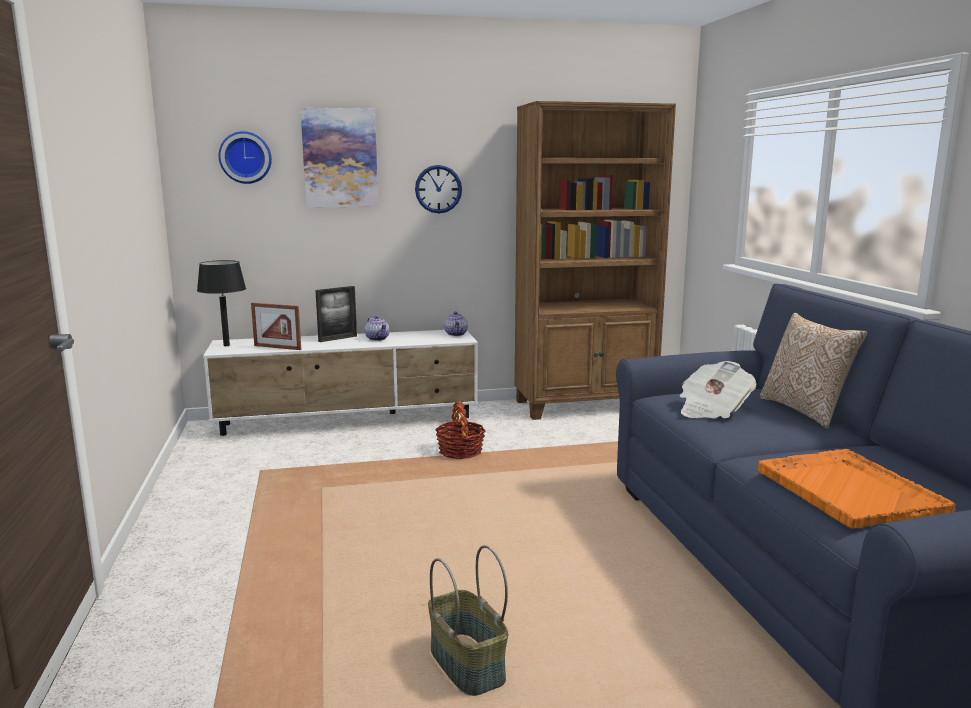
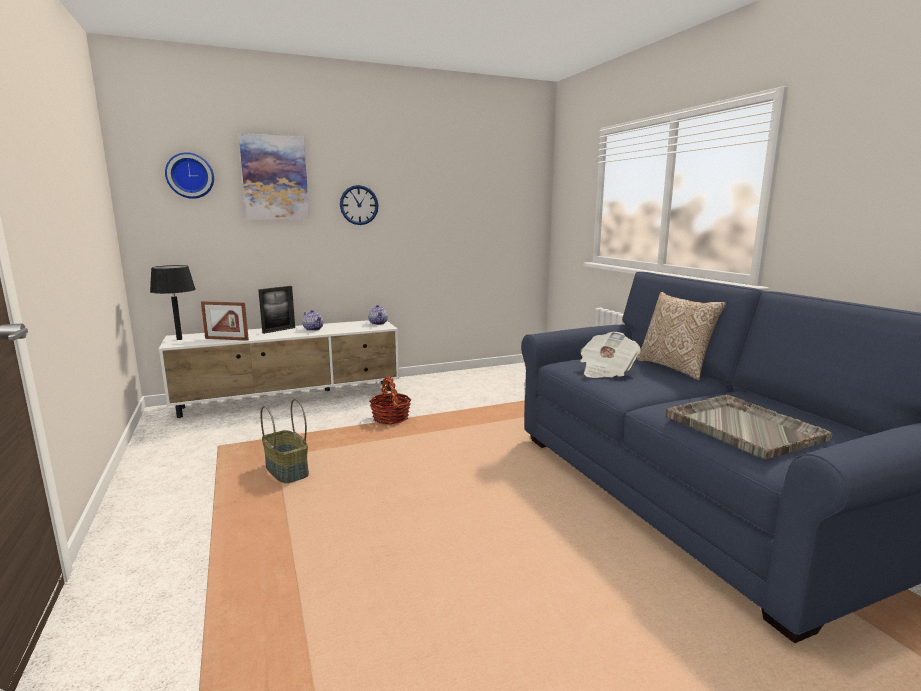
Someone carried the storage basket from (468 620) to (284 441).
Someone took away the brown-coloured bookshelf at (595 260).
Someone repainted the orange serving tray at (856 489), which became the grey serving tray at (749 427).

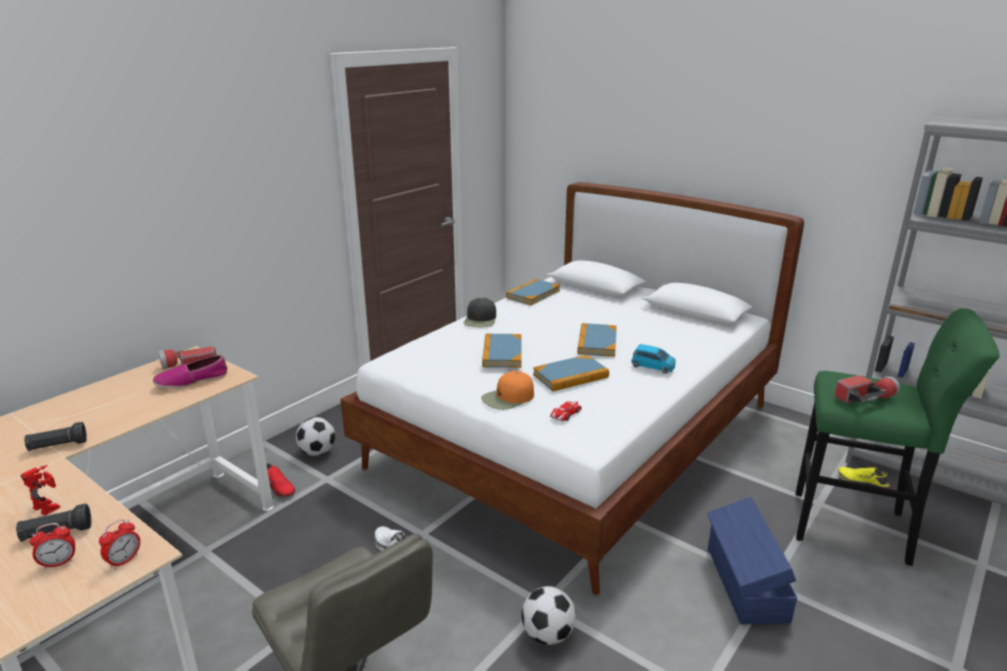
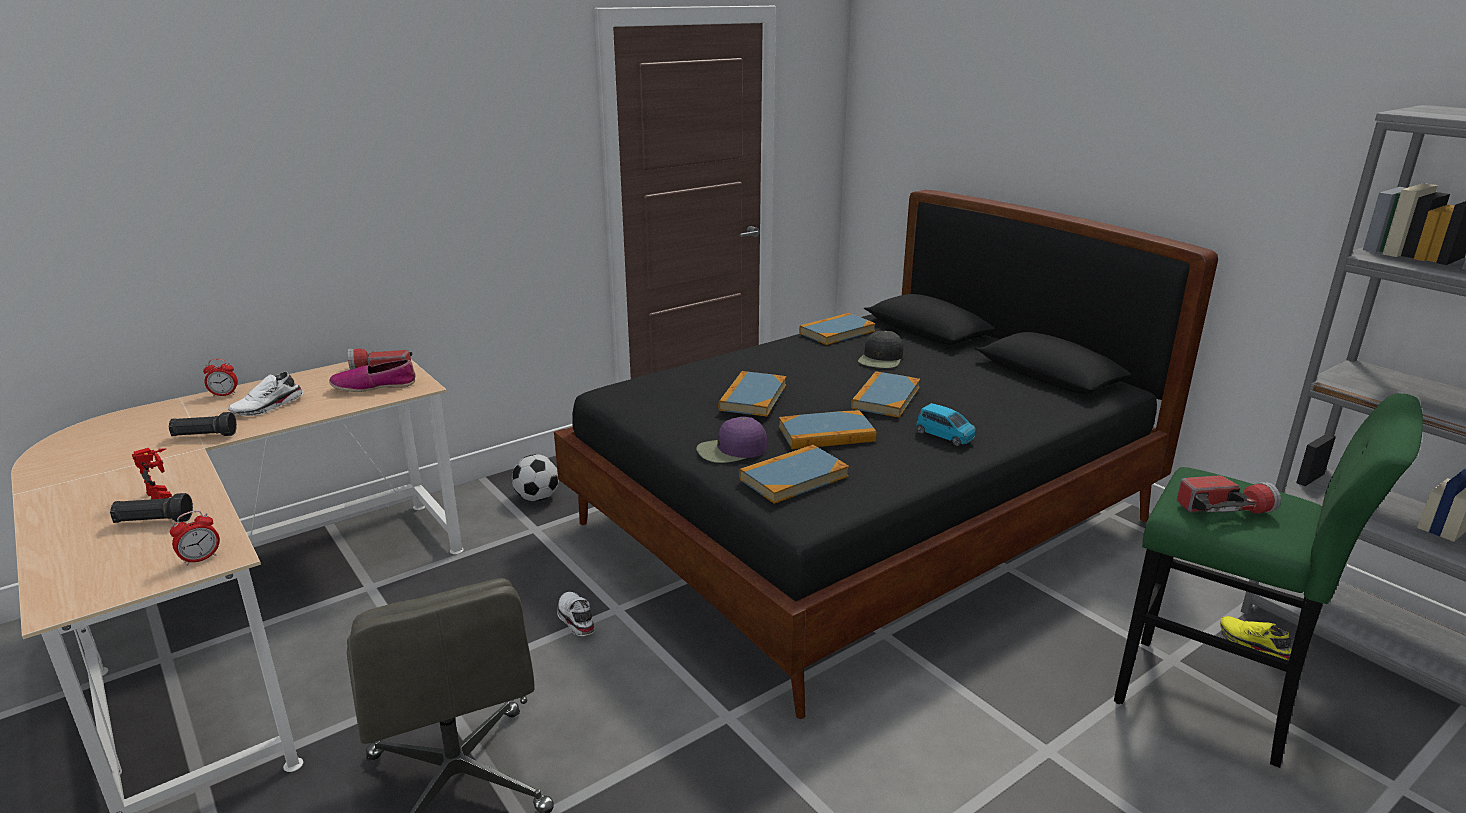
Someone carried the table clock from (52 546) to (220 378).
Someone took away the reddish shoe at (280 480).
Someone repainted the whitish bed at (572 388), which became the black-coloured bed at (886 454).
Someone carried the black-coloured peaked cap from (480 312) to (880 349).
Someone repainted the orange peaked cap at (507 390), which became the purple peaked cap at (731 440).
Someone took away the ball for football at (549 615).
Someone swapped the miniature car at (566 411) for the bound book at (794 474).
Someone took away the blue storage bin at (752 560).
Someone put down the whitish shoe at (266 393).

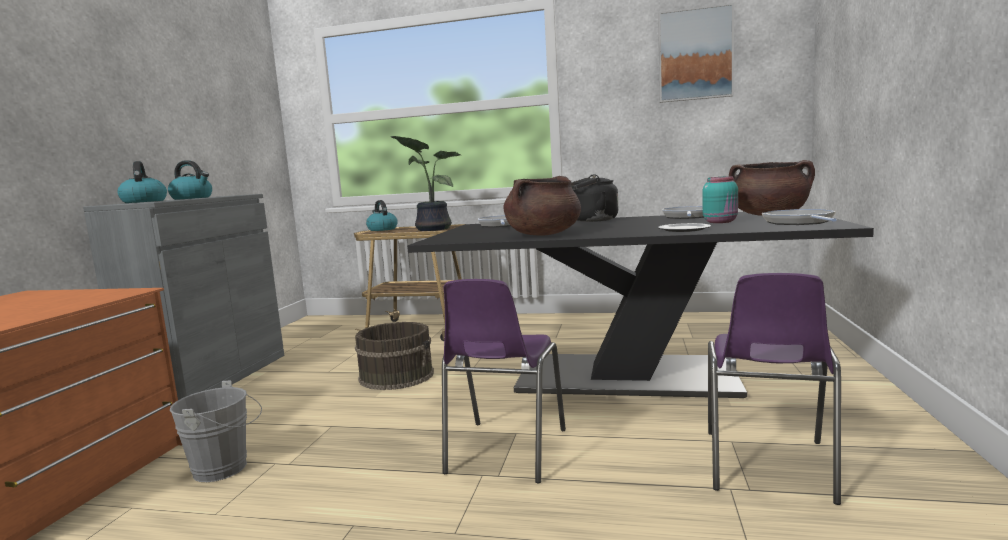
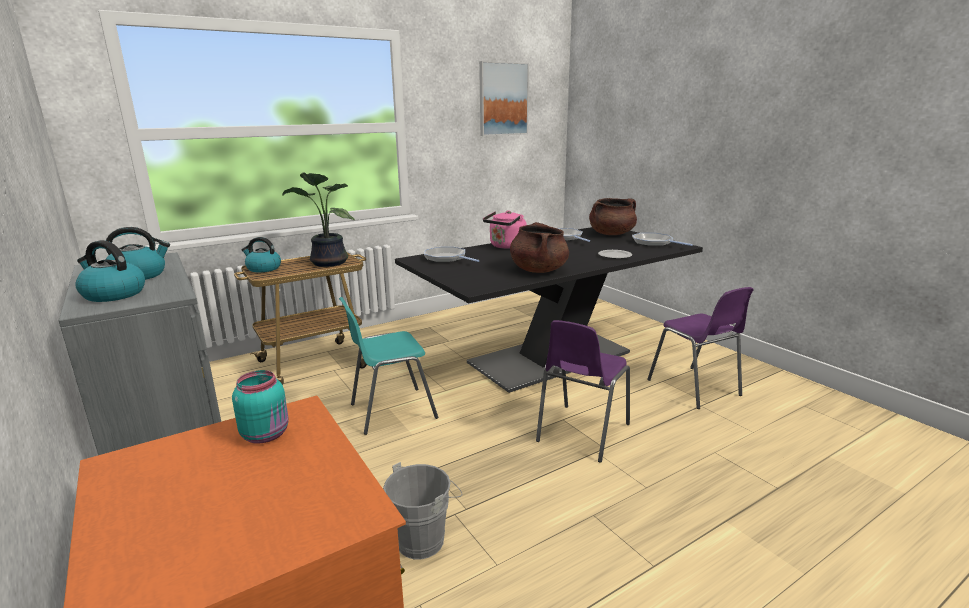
Someone swapped the brown-coloured bucket at (394 356) for the turquoise upright chair at (388 366).
Someone rotated the purple upright chair at (504 381) by 60 degrees clockwise.
Someone repainted the black-coloured kettle at (594 198), which became the pink kettle at (505 229).
Someone carried the turquoise storage jar from (720 199) to (260 406).

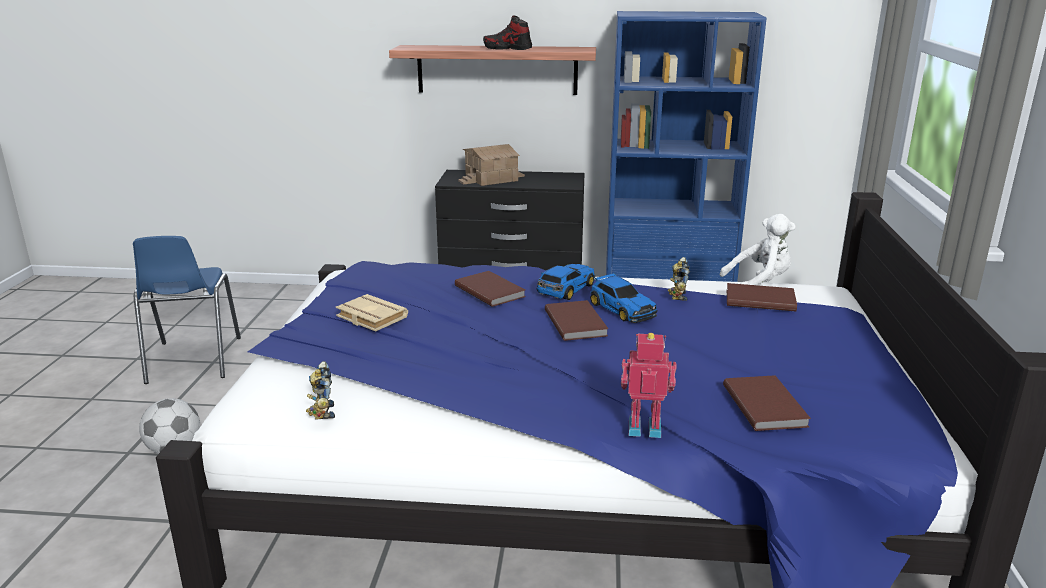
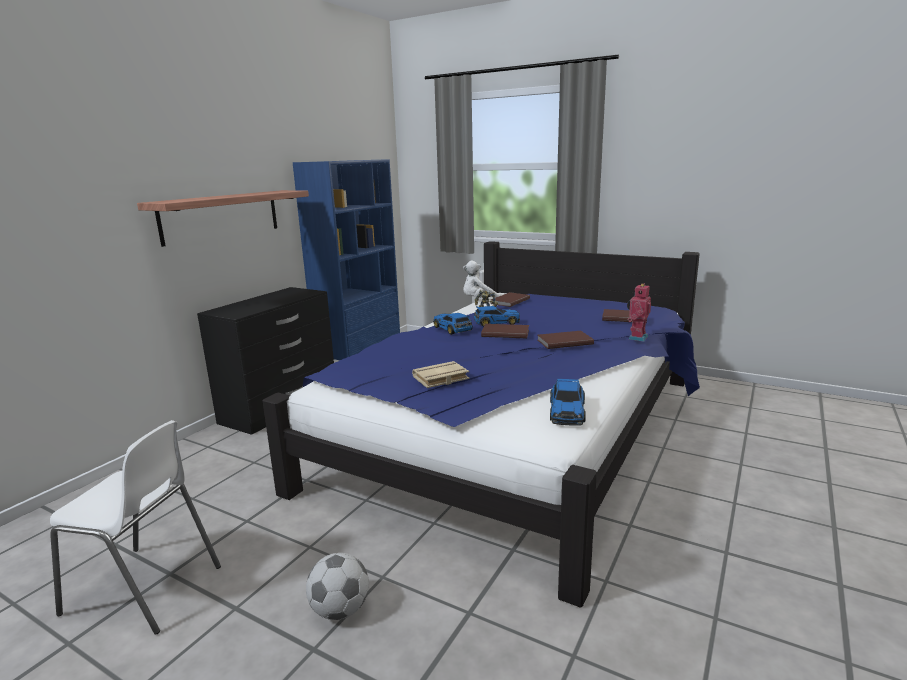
Someone repainted the blue upright chair at (187 310), which became the whitish upright chair at (135 527).
Someone swapped the robot figure at (320 390) for the miniature car at (568 402).
Someone carried the brown-coloured bound book from (490 289) to (566 340).
Someone took away the miniature house at (491 165).
Someone took away the shoe at (507 32).
Someone rotated the whitish plush toy at (758 249) by 120 degrees counterclockwise.

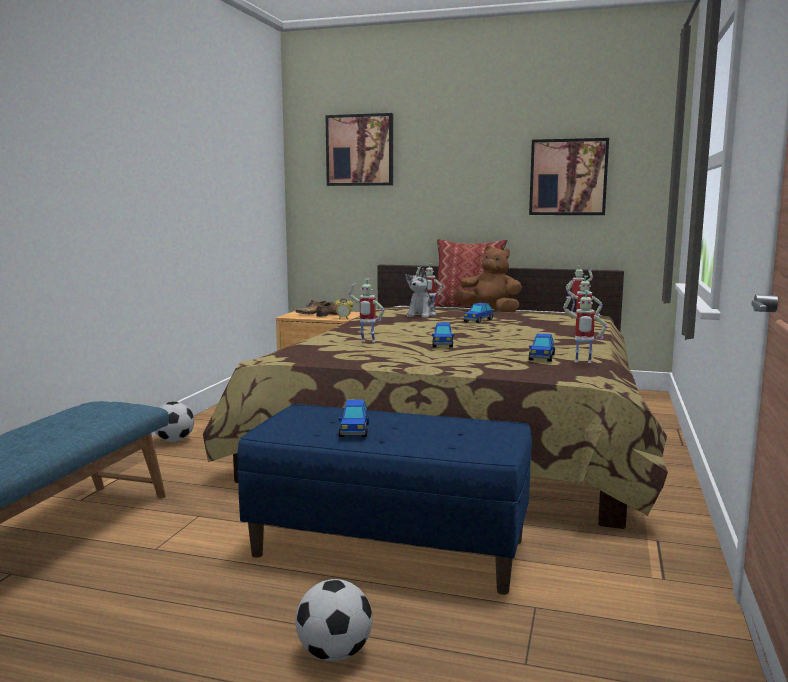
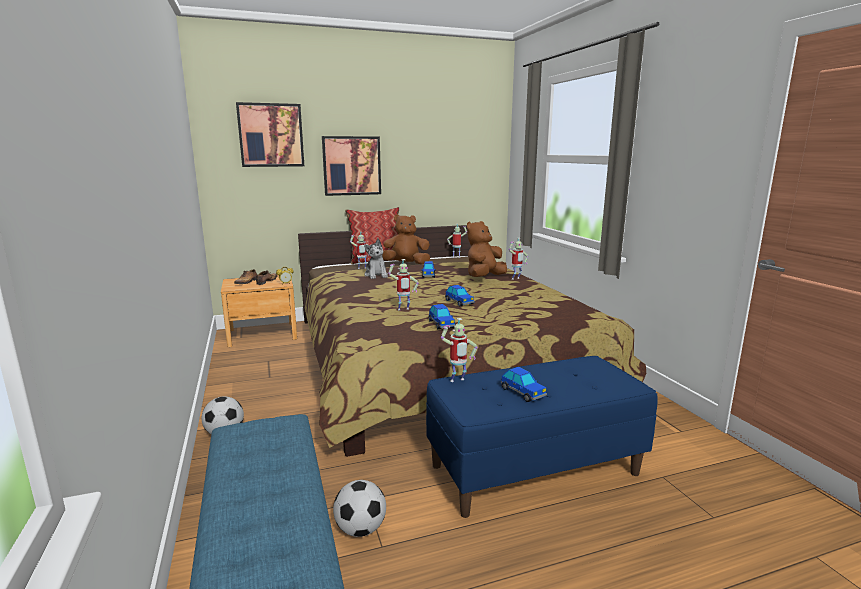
Someone carried the ball for football from (334 620) to (359 508).
Someone carried the wall art from (569 176) to (351 166).
Someone carried the miniature car from (542 347) to (441 316).
Someone carried the robot figure from (585 327) to (459 350).
Someone put down the brown-coloured plush toy at (487 249).

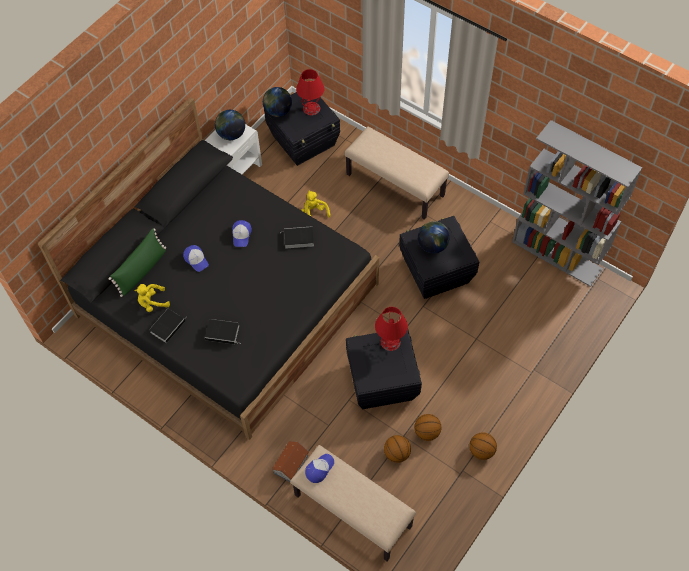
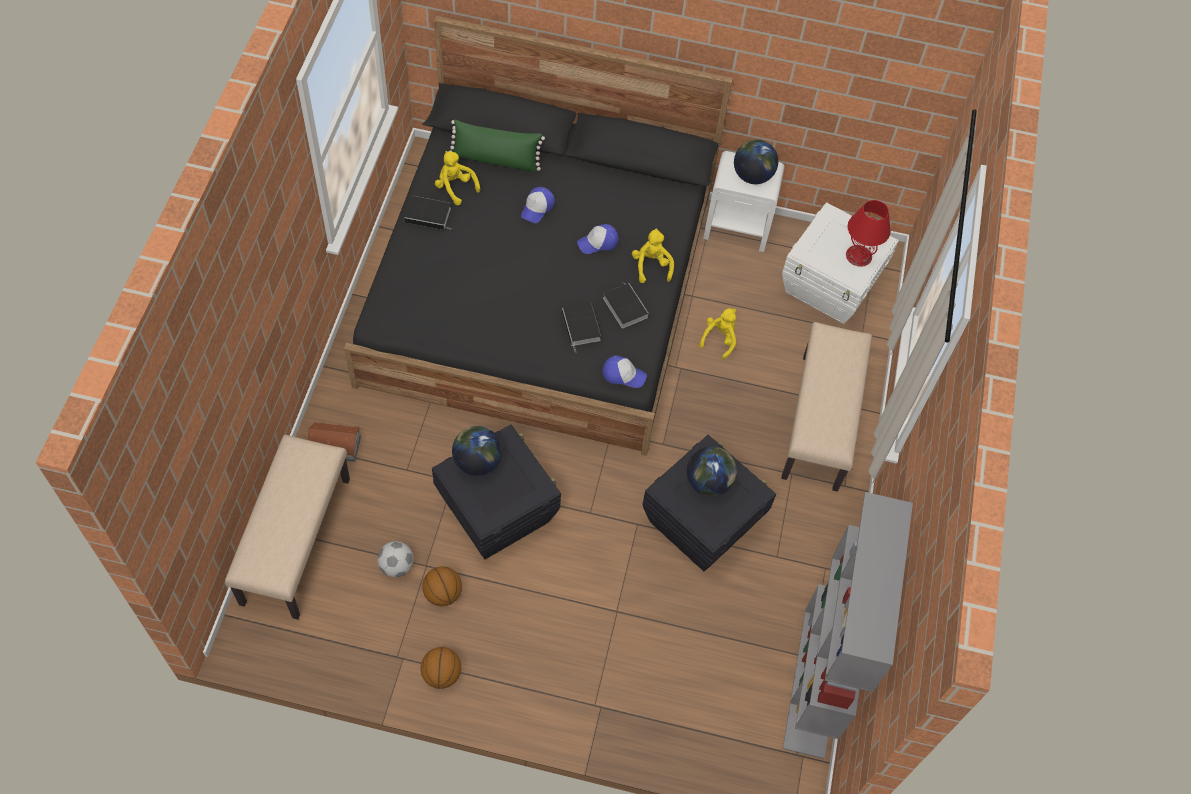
Someone carried the bound book from (222 331) to (581 327).
Someone carried the globe from (277 102) to (477 451).
Someone repainted the black-coloured storage bin at (302 129), which became the whitish storage bin at (840 263).
Someone carried the peaked cap from (319 468) to (624 372).
Someone took away the reddish lamp for a table at (391 329).
Someone swapped the basketball ball at (397 449) for the ball for football at (395 559).
Someone put down the yellow-coloured plush toy at (653 255).

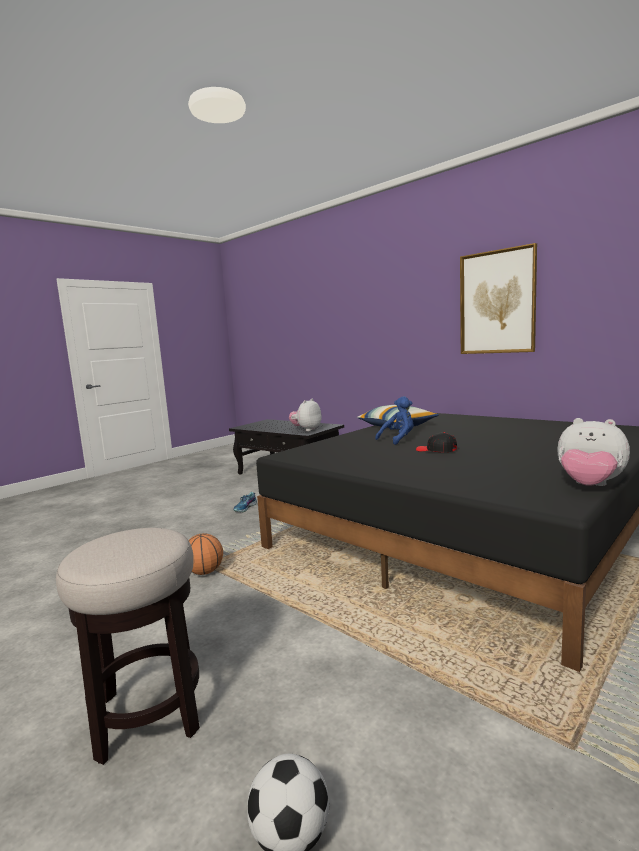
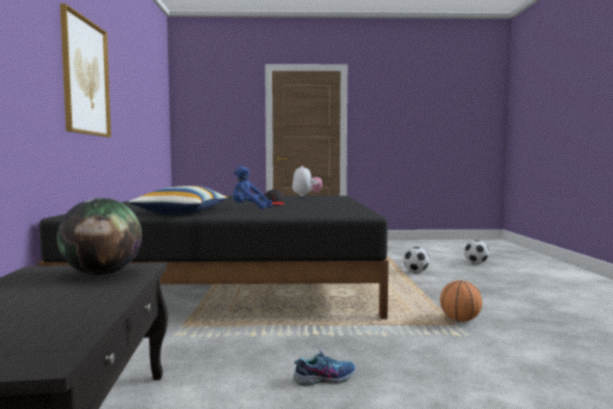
Someone took away the stool seat at (128 646).
Someone swapped the plush toy at (305 415) for the globe at (99 236).
Someone put down the ball for football at (416 259).

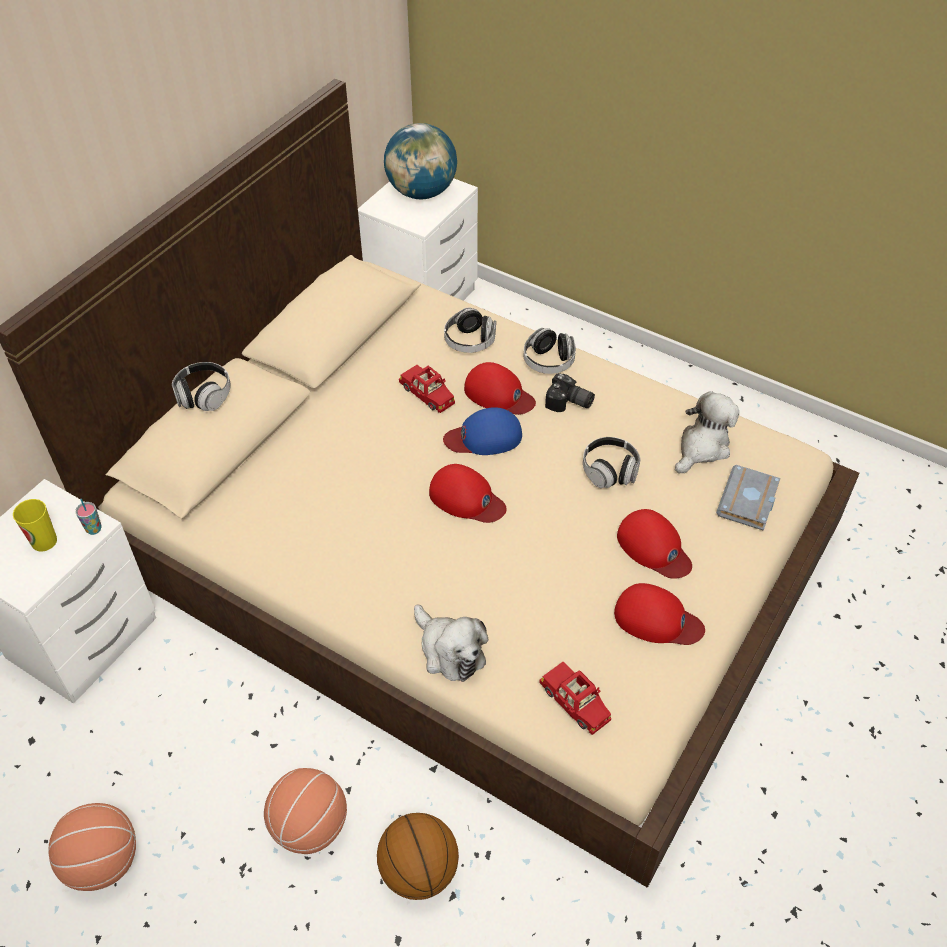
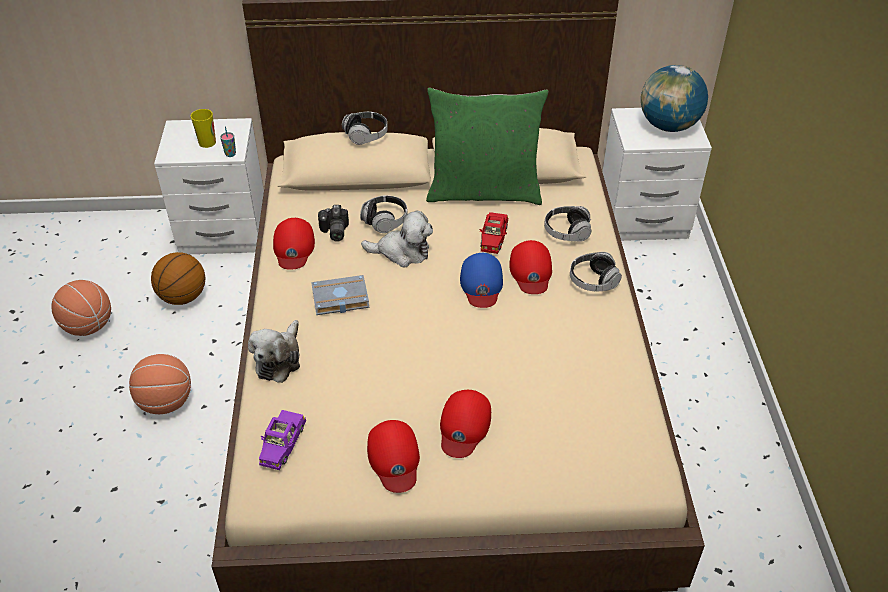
Someone carried the basketball ball from (418 856) to (178 278).
Someone carried the reddish peaked cap from (468 493) to (294 244).
Someone rotated the blue peaked cap at (482 431) by 135 degrees counterclockwise.
Someone repainted the reddish miniature car at (575 698), which became the purple miniature car at (282 440).
Someone carried the photo camera from (570 392) to (333 223).
Someone carried the headset from (611 462) to (384 214).
Someone carried the plush toy from (707 432) to (397 239).
Someone carried the grey bound book from (748 498) to (340 295).
Someone put down the greenish pillow at (487 146).

